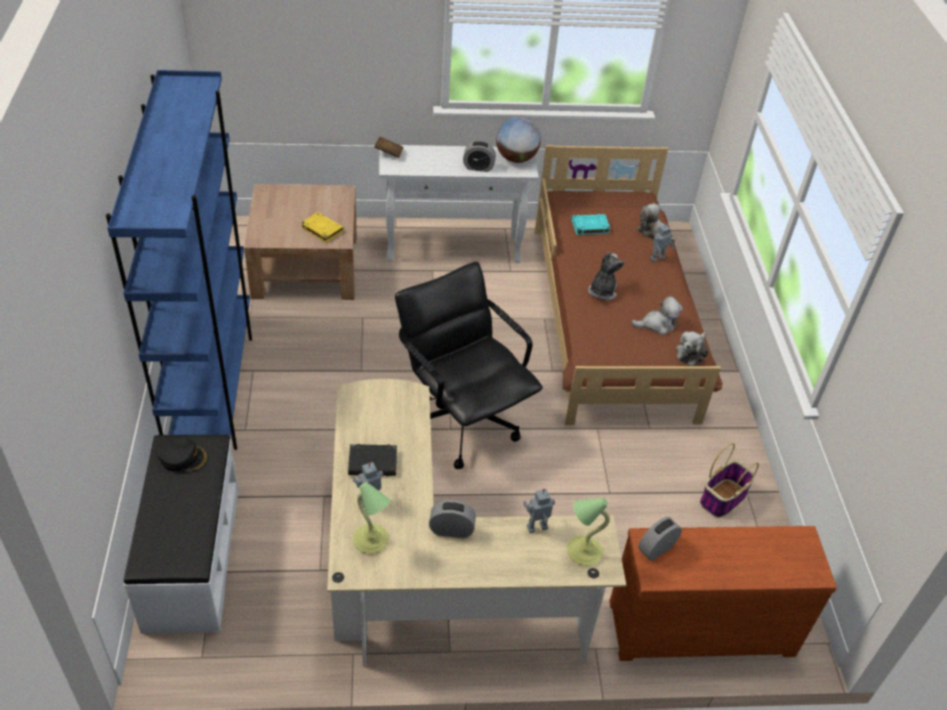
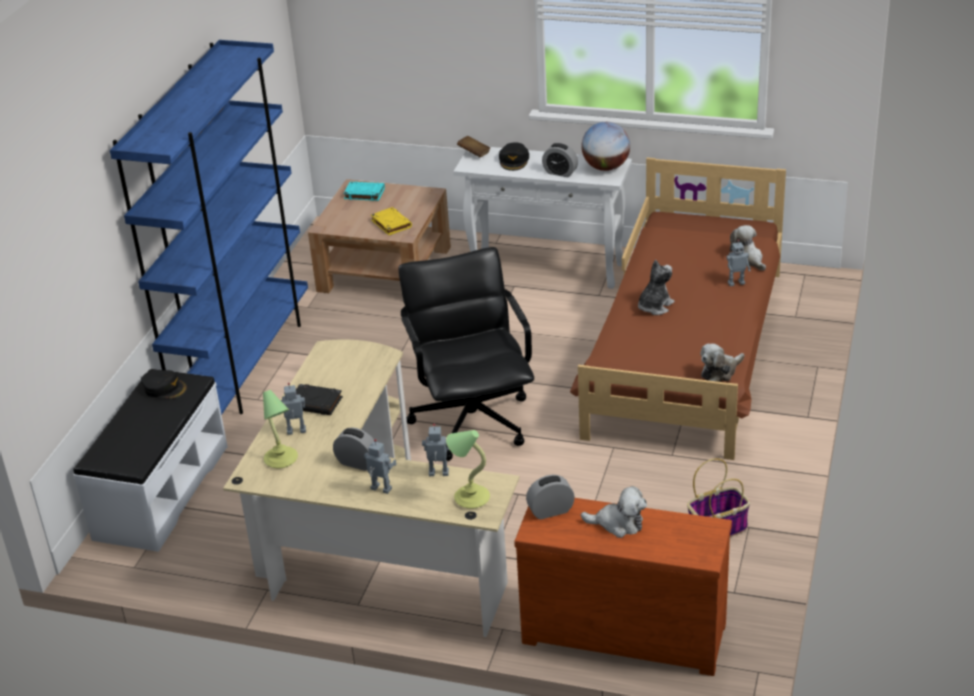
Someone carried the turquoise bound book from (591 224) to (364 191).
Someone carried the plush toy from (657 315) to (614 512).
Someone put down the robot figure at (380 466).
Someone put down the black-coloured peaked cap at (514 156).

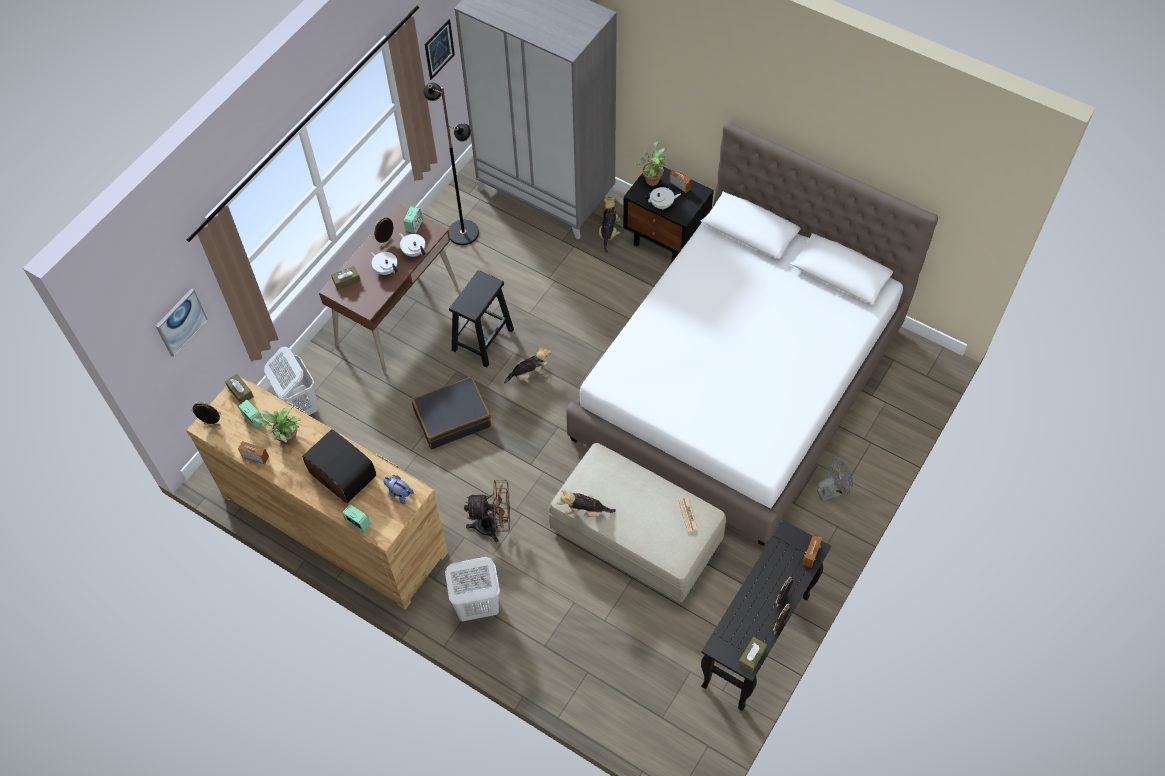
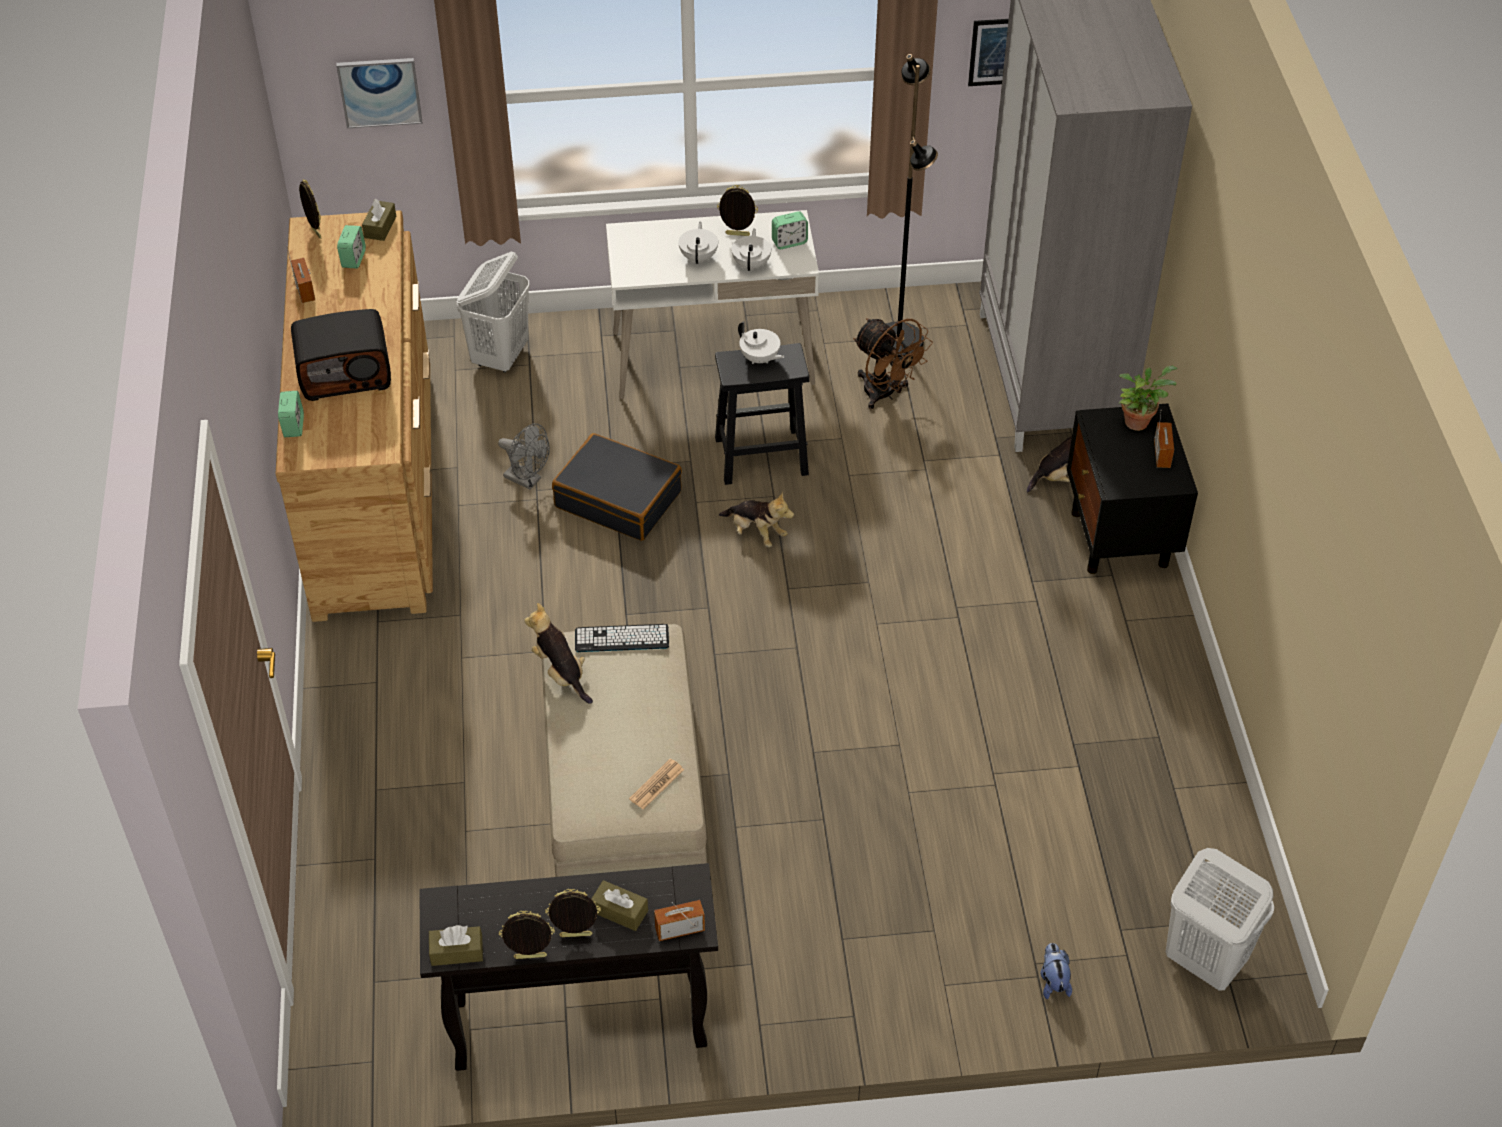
Someone took away the plant in a pot at (277 426).
Someone rotated the radio receiver at (339 466) by 75 degrees clockwise.
Someone repainted the brown-coloured desk unit at (388 288), which became the whitish desk unit at (712 304).
Someone carried the brown-coloured tissue holder from (346 278) to (620 905).
Someone carried the plush toy from (398 489) to (1056 971).
Someone carried the whitish washing basket from (472 589) to (1220 919).
Someone carried the brown-coloured electric fan from (487 511) to (893 363).
Someone took away the whitish bed at (752 334).
Someone carried the whitish tea pot from (663 198) to (761 342).
Someone carried the grey electric fan from (835 480) to (524 457).
Someone put down the PC keyboard at (622 638).

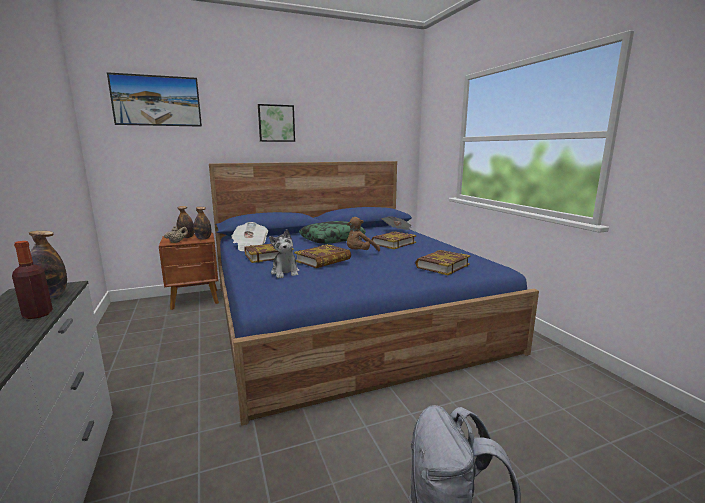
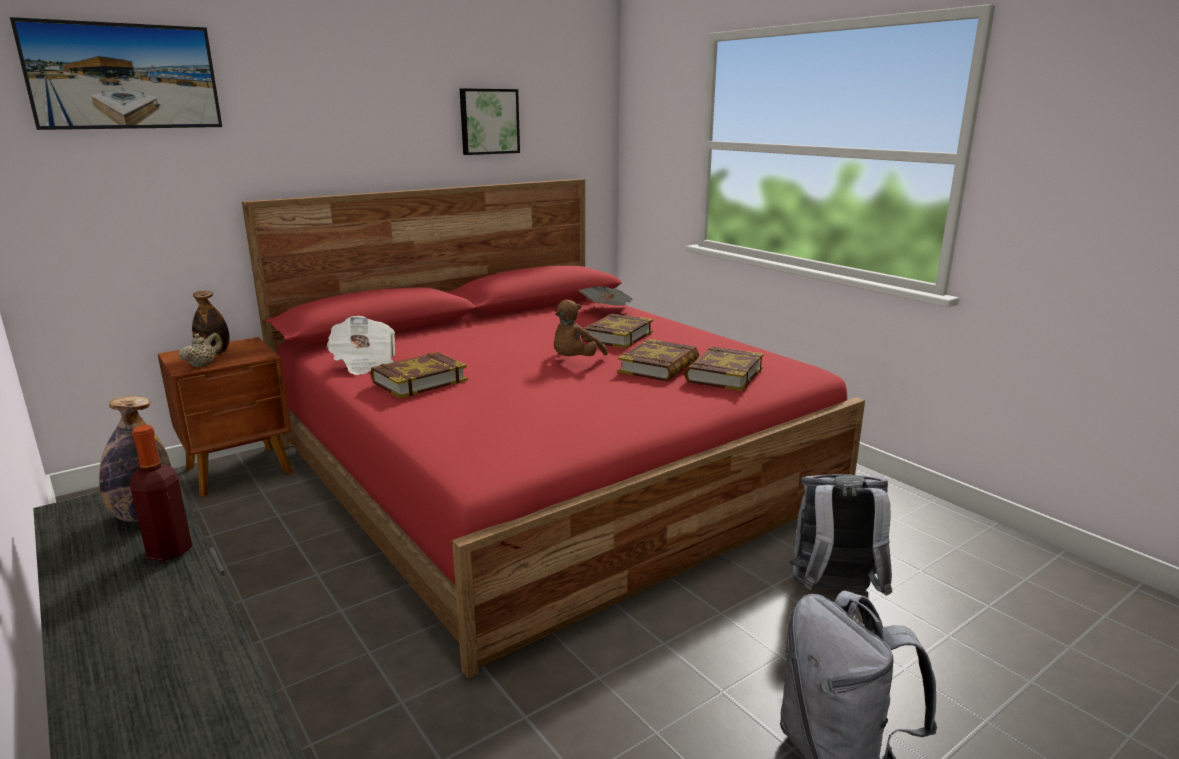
Someone took away the bottle at (202 223).
Someone repainted the blue bed at (374 293), which became the reddish bed at (553 429).
Someone carried the wall art from (276 123) to (490 121).
Someone took away the plush toy at (284 253).
Someone carried the bound book from (322 256) to (658 360).
Someone took away the pillow at (332 232).
Someone put down the grey backpack at (840 535).

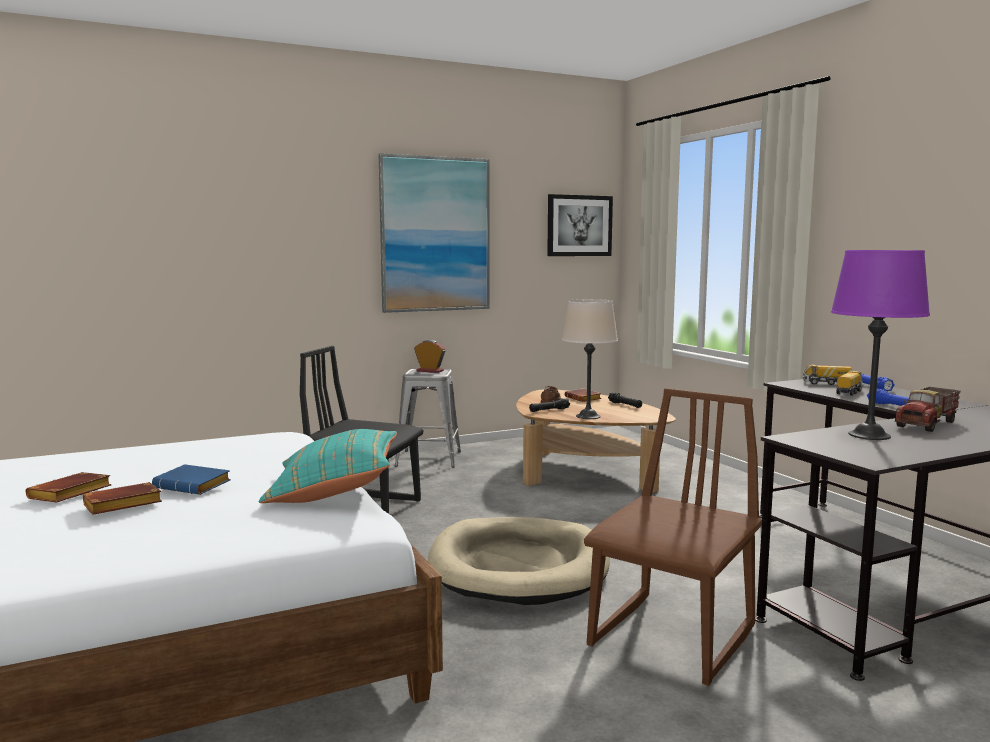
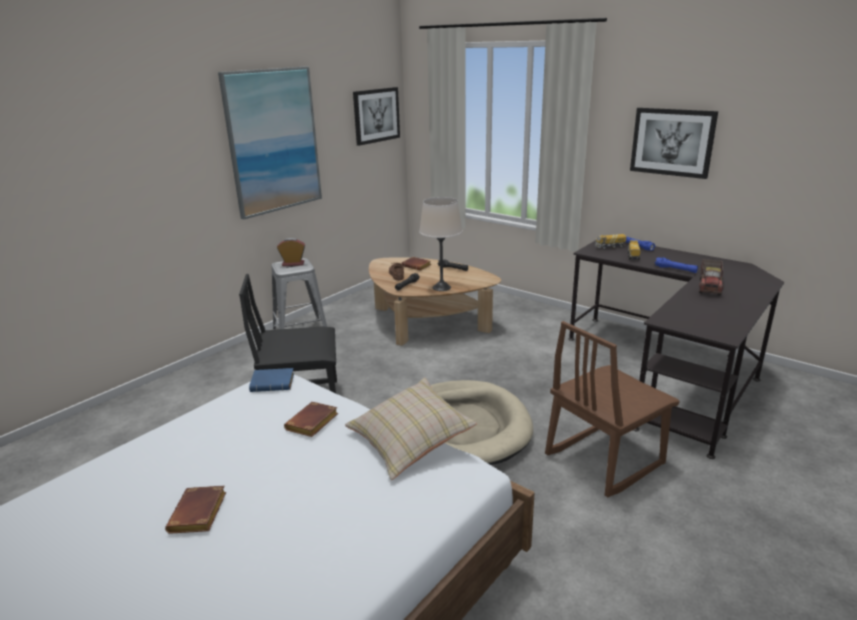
Someone carried the brown-coloured bound book from (122 498) to (311 419).
Someone carried the blue bound book from (191 479) to (271 380).
Someone repainted the turquoise pillow at (328 466), which became the beige pillow at (411 429).
Someone rotated the brown-coloured upright chair at (673 537) by 135 degrees counterclockwise.
Someone took away the purple lamp for a table at (880 345).
Someone put up the wall art at (674 143).

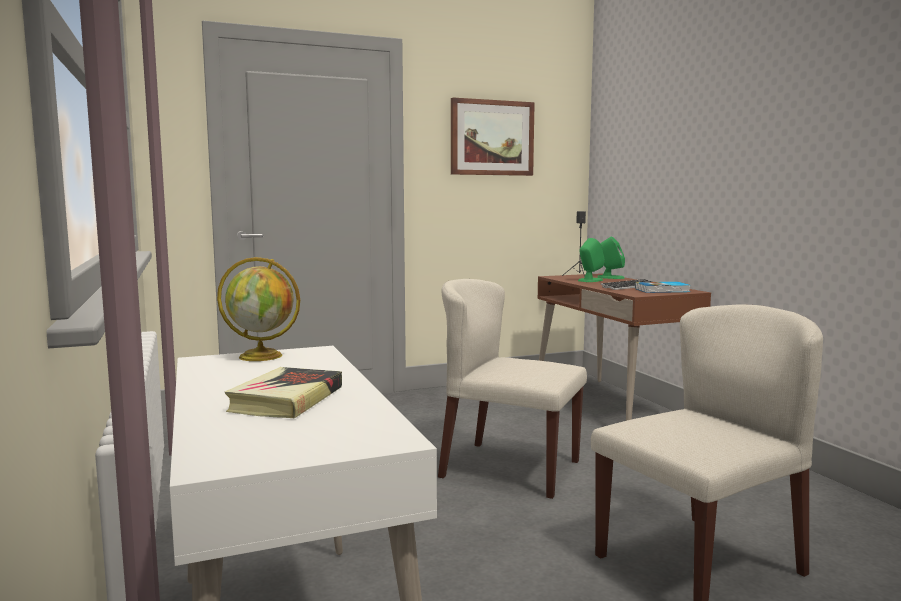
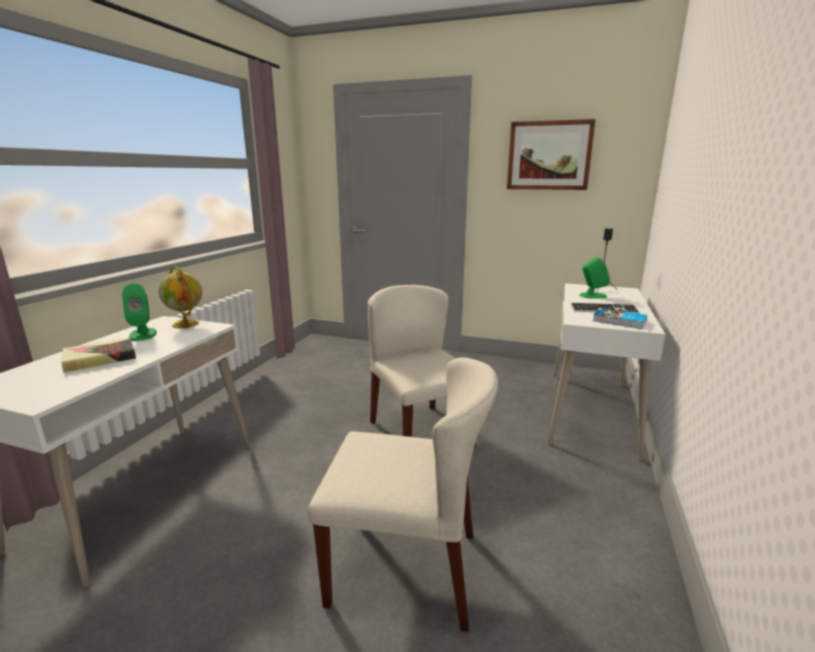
Someone repainted the brown-coloured desk unit at (624 347), which became the whitish desk unit at (606 372).
Someone carried the greenish loudspeaker from (611 258) to (139 312).

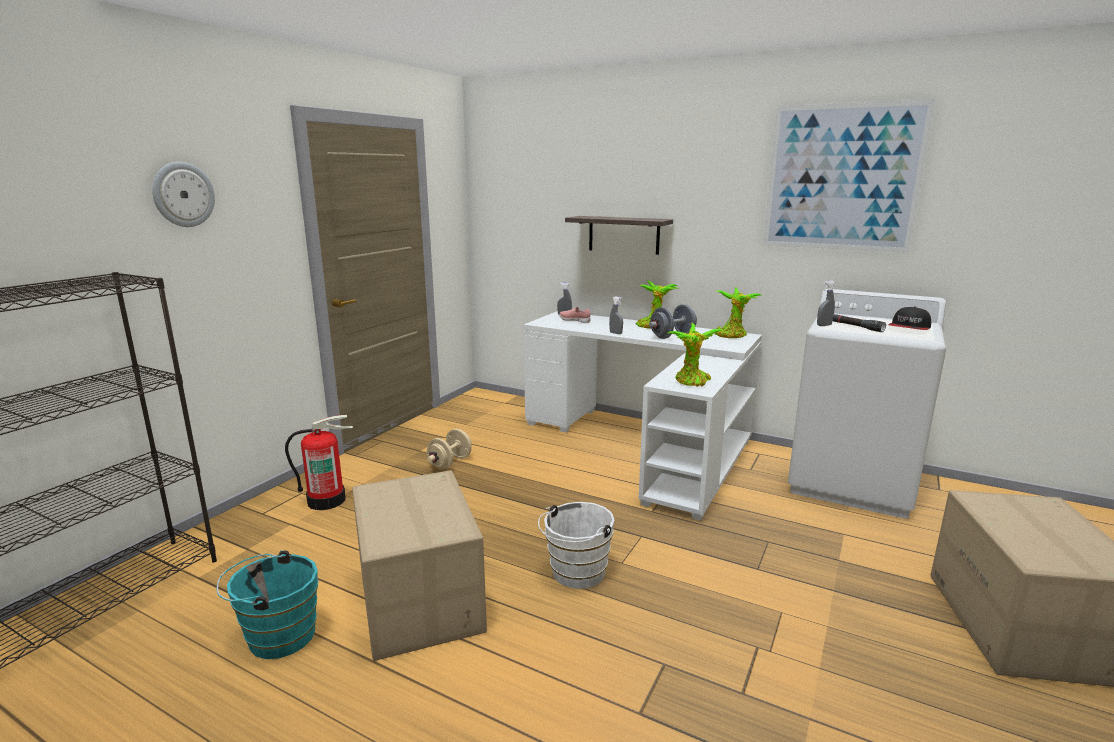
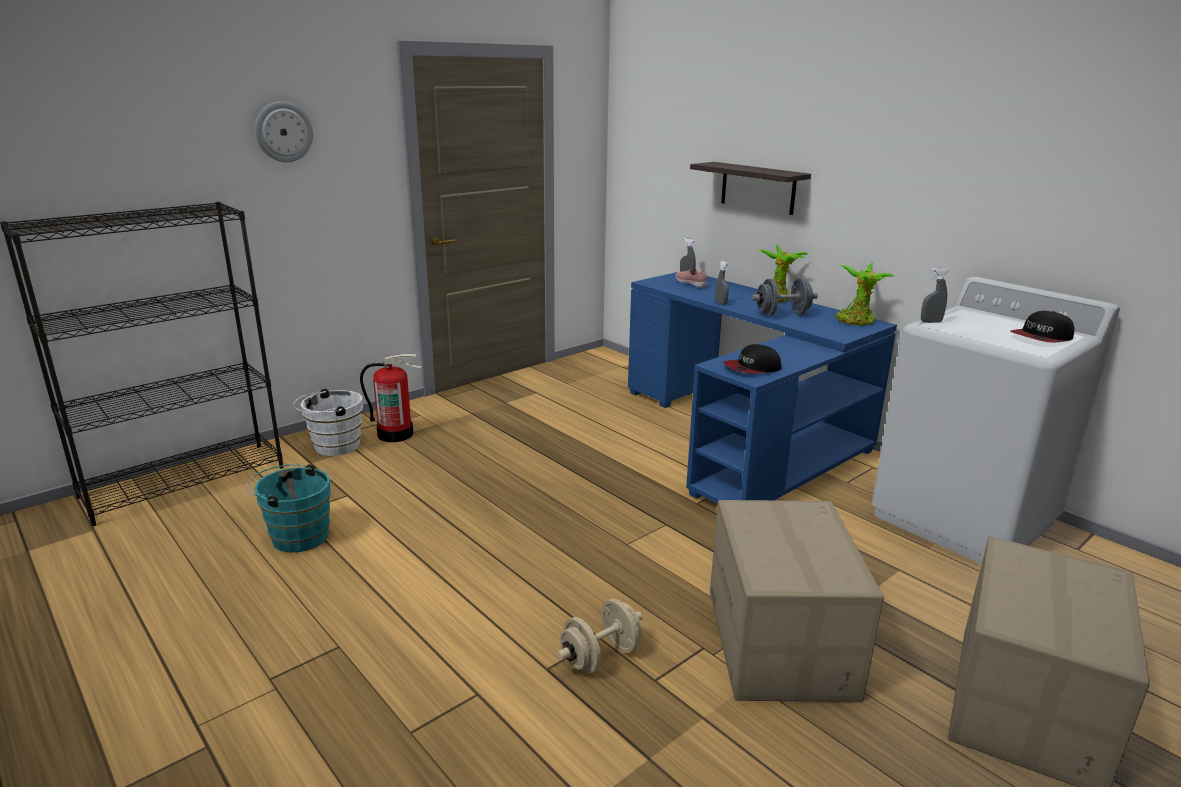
Someone carried the cardboard box from (419 565) to (797 601).
Someone carried the beige free weight from (449 449) to (599 636).
Someone repainted the whitish desk unit at (643 416), which became the blue desk unit at (762 388).
Someone carried the whitish bucket from (576 545) to (328 422).
Someone swapped the plant in a pot at (695 355) for the peaked cap at (752 358).
Someone took away the wall art at (849 176).
Someone took away the black-coloured flashlight at (859 323).

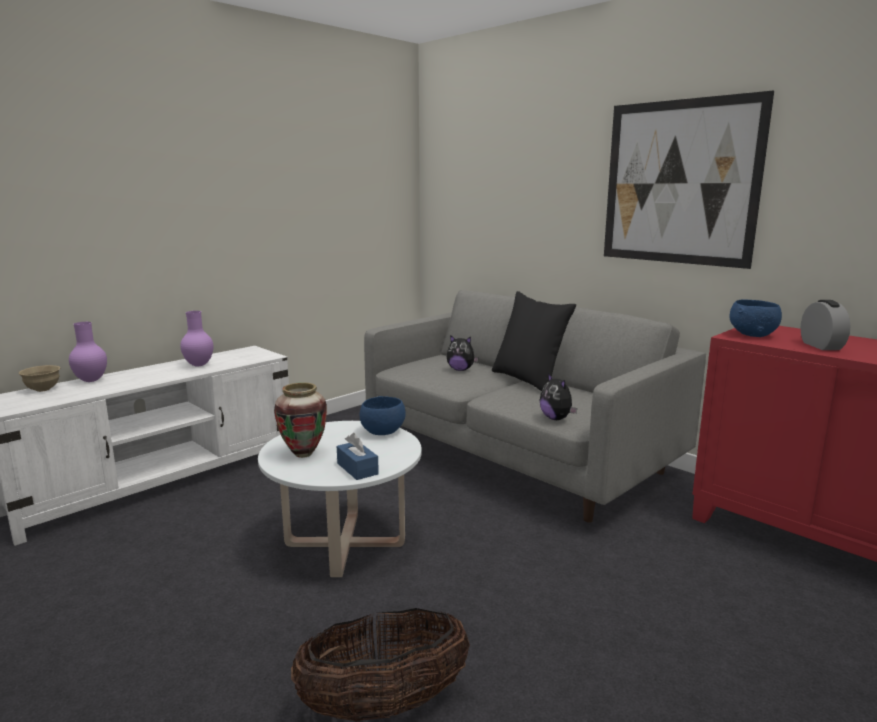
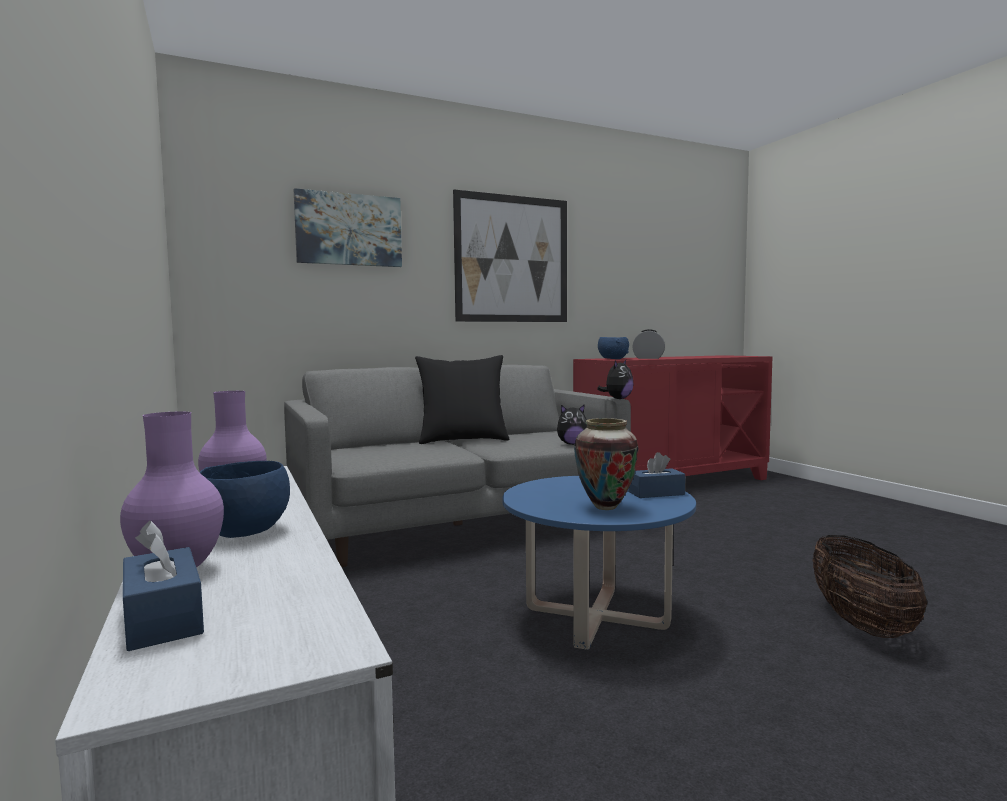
Someone swapped the beige deep dish at (39 378) for the blue tissue holder at (163 586).
Someone repainted the whitish low table at (340 499), which became the blue low table at (599 563).
Someone carried the blue deep dish from (383 415) to (244 499).
Someone carried the plush toy from (463 353) to (615 379).
Someone put up the wall art at (348 227).

